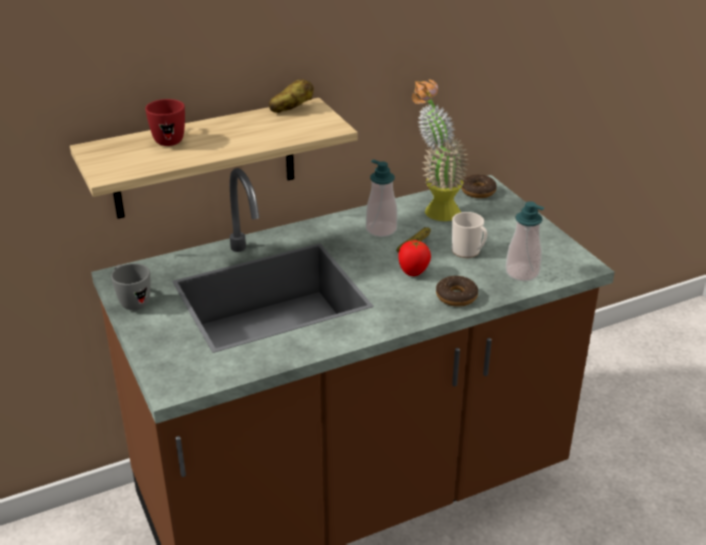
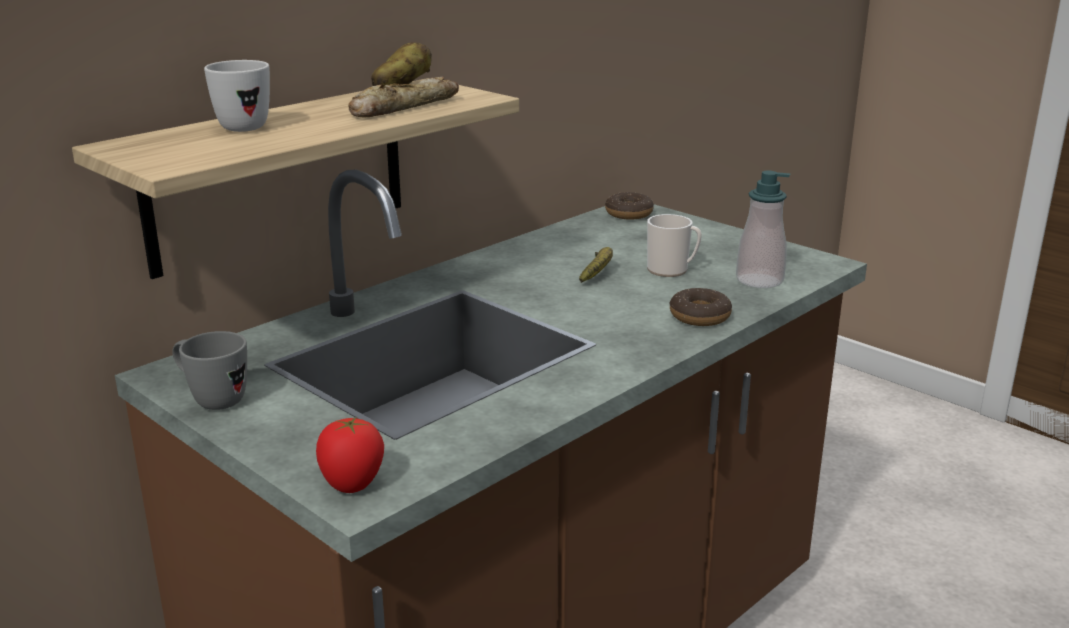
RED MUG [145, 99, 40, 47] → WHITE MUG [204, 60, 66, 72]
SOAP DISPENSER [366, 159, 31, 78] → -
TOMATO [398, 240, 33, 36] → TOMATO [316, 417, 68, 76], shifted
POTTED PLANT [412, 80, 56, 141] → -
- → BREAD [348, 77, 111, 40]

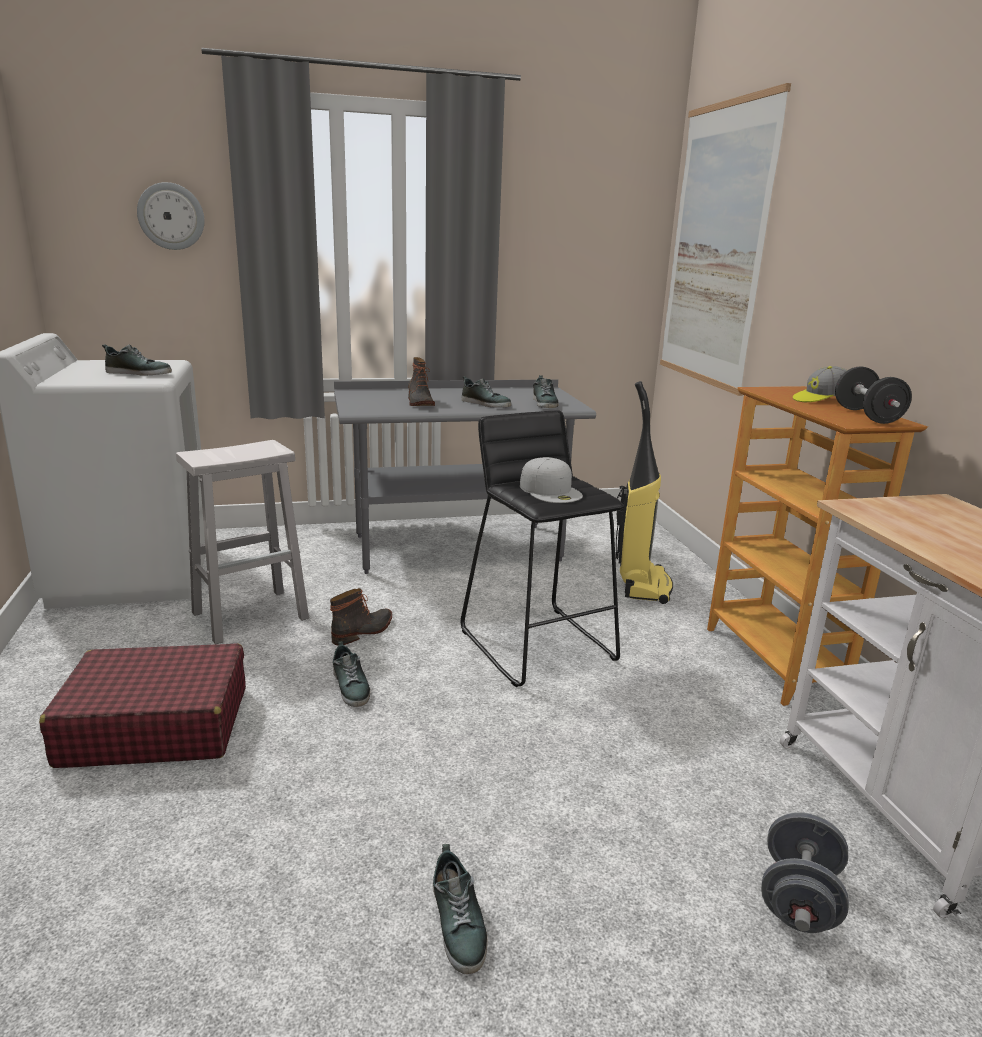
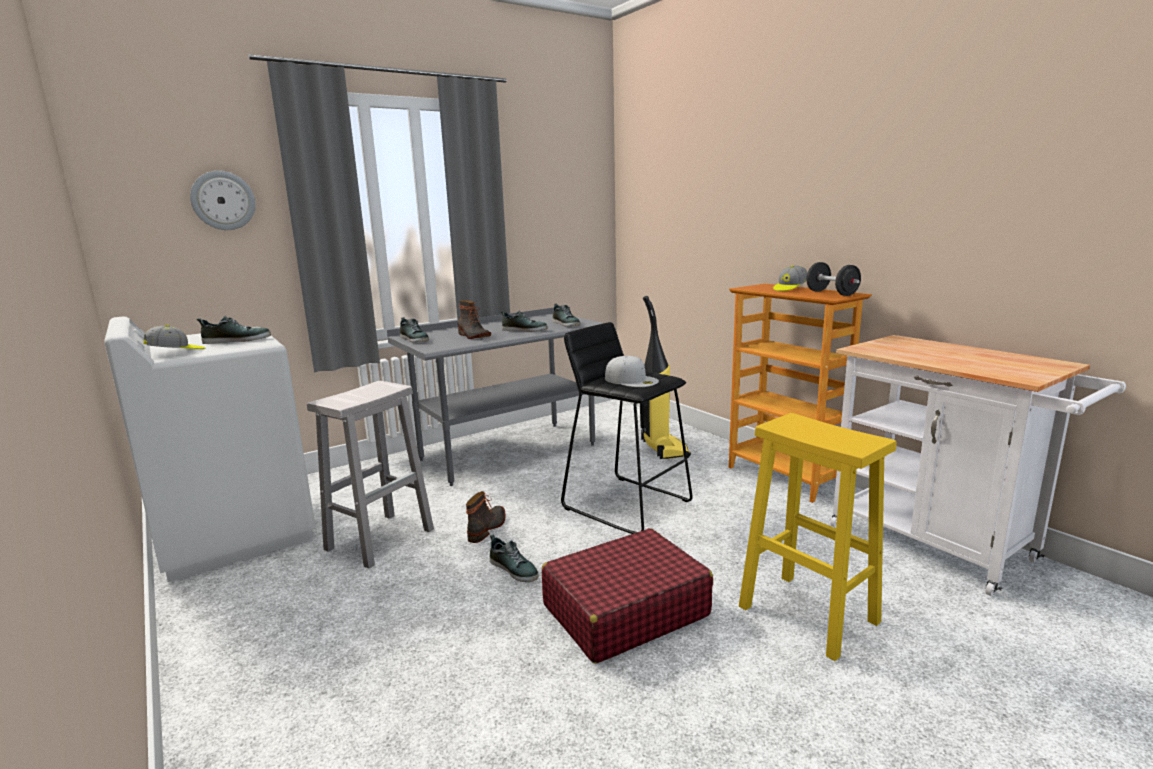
RED SUITCASE [39, 643, 207, 125] → RED SUITCASE [542, 528, 171, 135], shifted
SHOE [433, 844, 54, 130] → SHOE [400, 317, 29, 25], shifted
PICTURE [660, 83, 131, 313] → -
GREY DUMBBELL [761, 812, 88, 121] → -
- → CAP [143, 325, 62, 24]
- → YELLOW STOOL [739, 413, 158, 248]

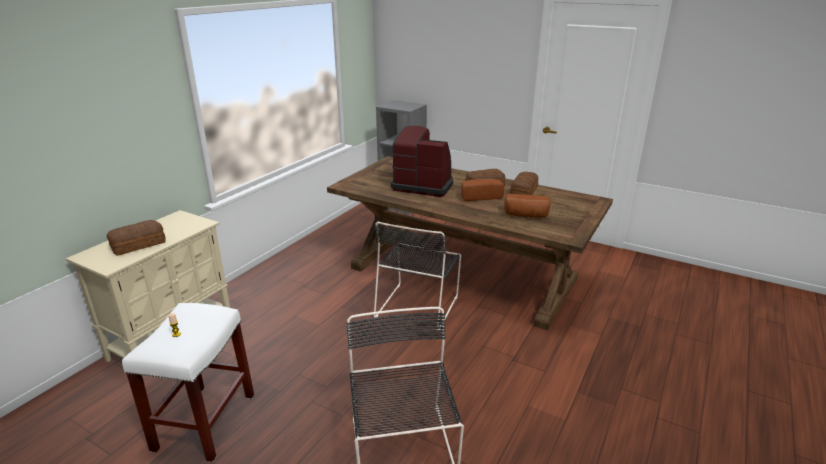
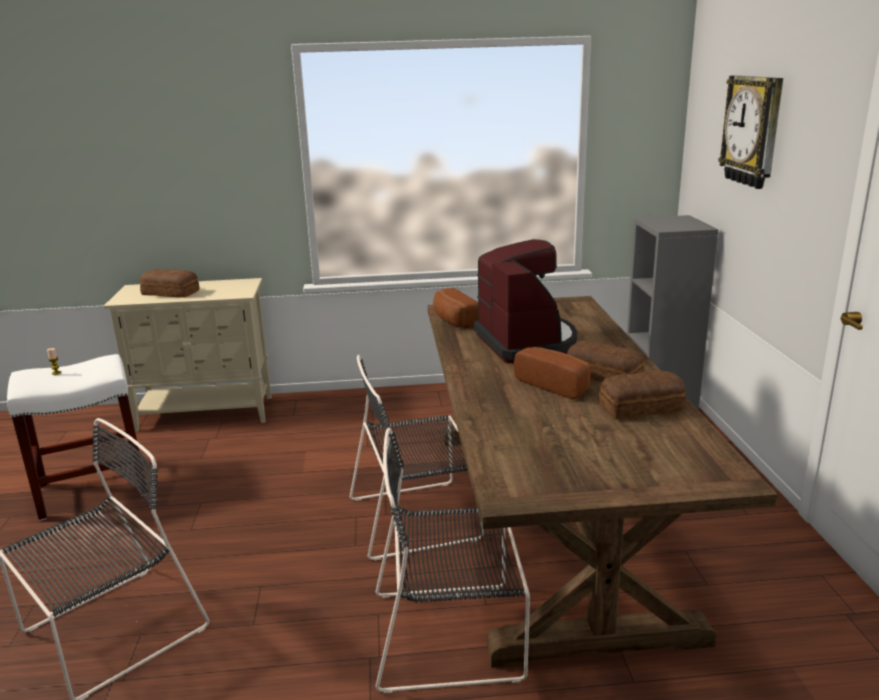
BREAD [504, 194, 46, 24] → BREAD [433, 288, 45, 40], shifted
- → BLACK CHAIR [375, 428, 155, 266]
- → WALL CLOCK [718, 75, 65, 114]

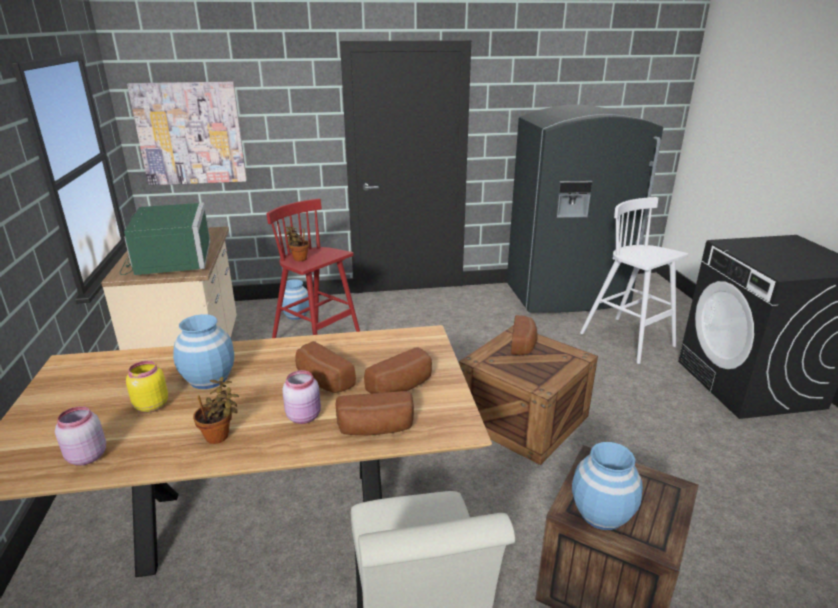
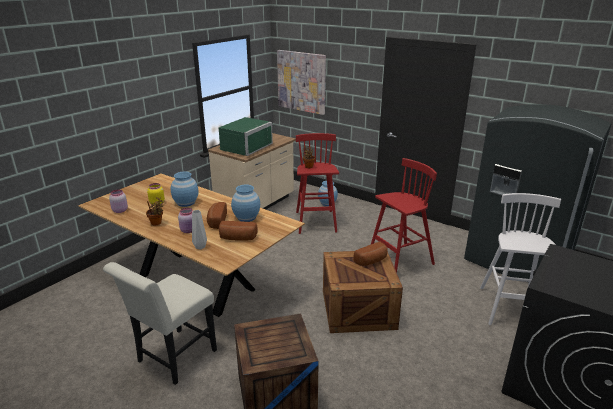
BREAD [336, 391, 78, 44] → GREY VASE [192, 210, 15, 40]
BLUE VASE [572, 442, 71, 88] → BLUE VASE [231, 185, 29, 37], shifted
- → RED STOOL [371, 158, 66, 115]

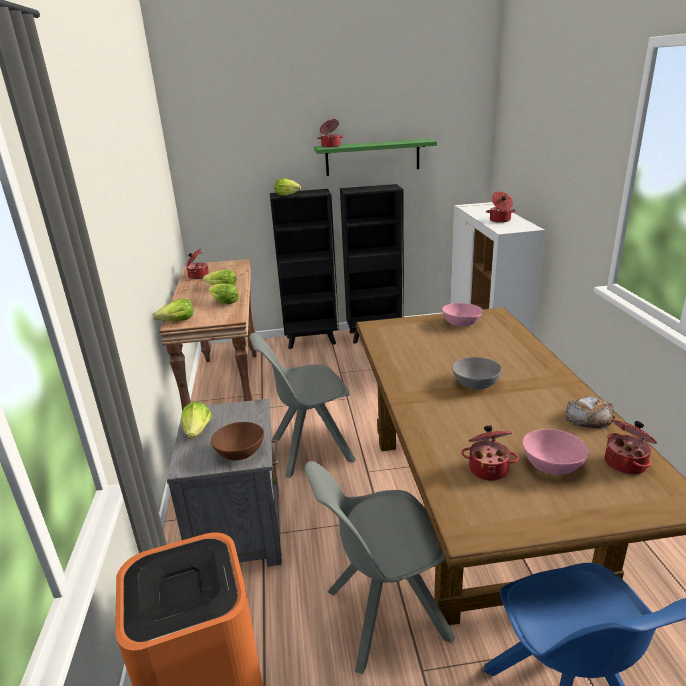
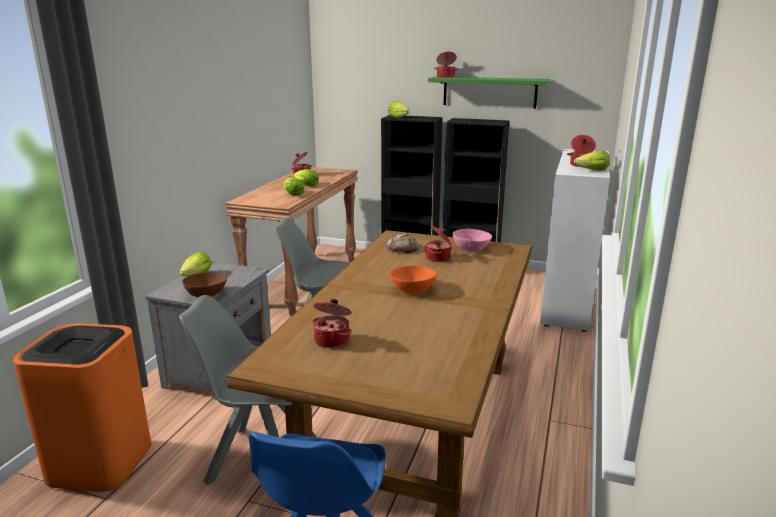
LETTUCE [153, 298, 40, 23] → LETTUCE [574, 151, 36, 20], shifted
GREY BOWL [452, 357, 50, 32] → ORANGE BOWL [390, 265, 47, 28]
PINK BOWL [522, 429, 67, 46] → -
BREAD [566, 396, 49, 33] → BREAD [386, 234, 34, 20], shifted
COOKING POT [605, 420, 52, 55] → COOKING POT [425, 225, 26, 37], shifted

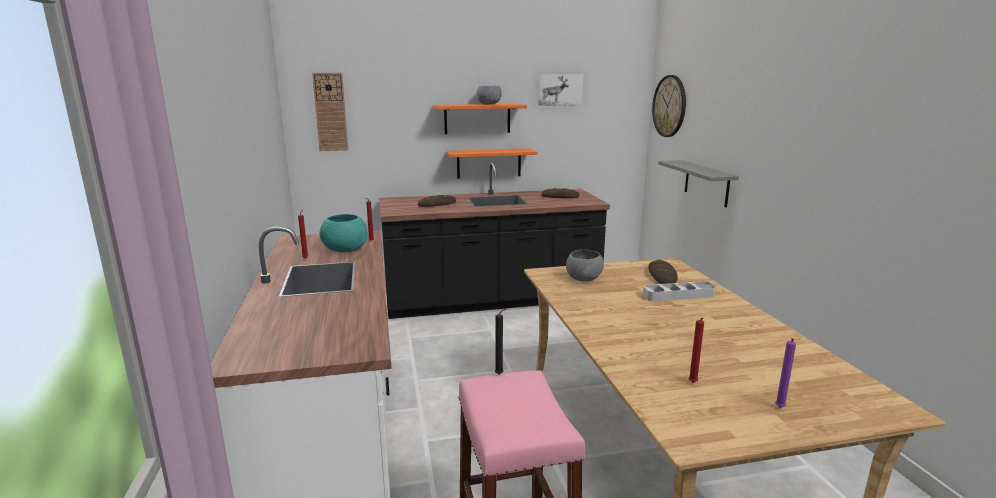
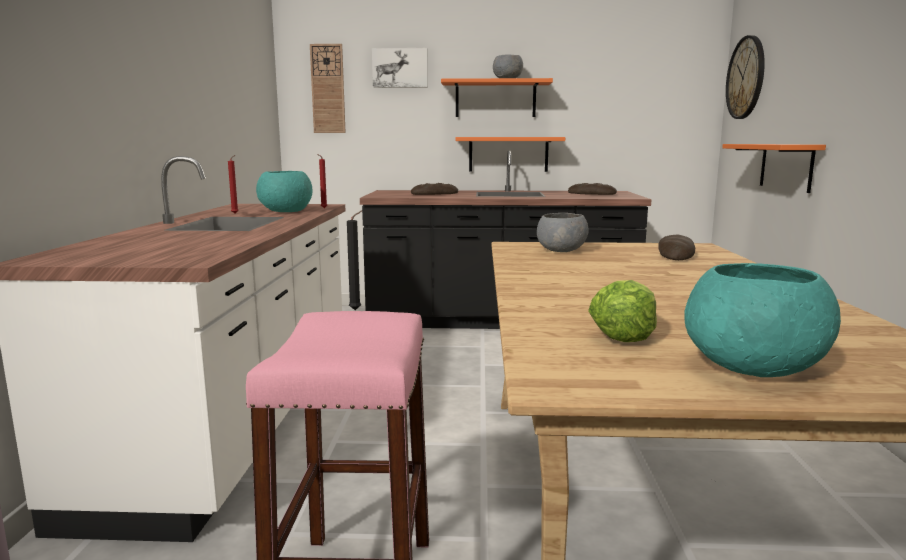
PICTURE [538, 74, 45, 32] → PICTURE [372, 48, 56, 40], shifted
GREY TRAY [643, 281, 73, 20] → -
GREY SHELF [658, 160, 81, 47] → ORANGE SHELF [722, 144, 104, 49]
RED CANDLE [688, 317, 16, 66] → LETTUCE [588, 280, 69, 62]
PURPLE CANDLE [775, 338, 21, 70] → TURQUOISE BOWL [684, 263, 157, 114]

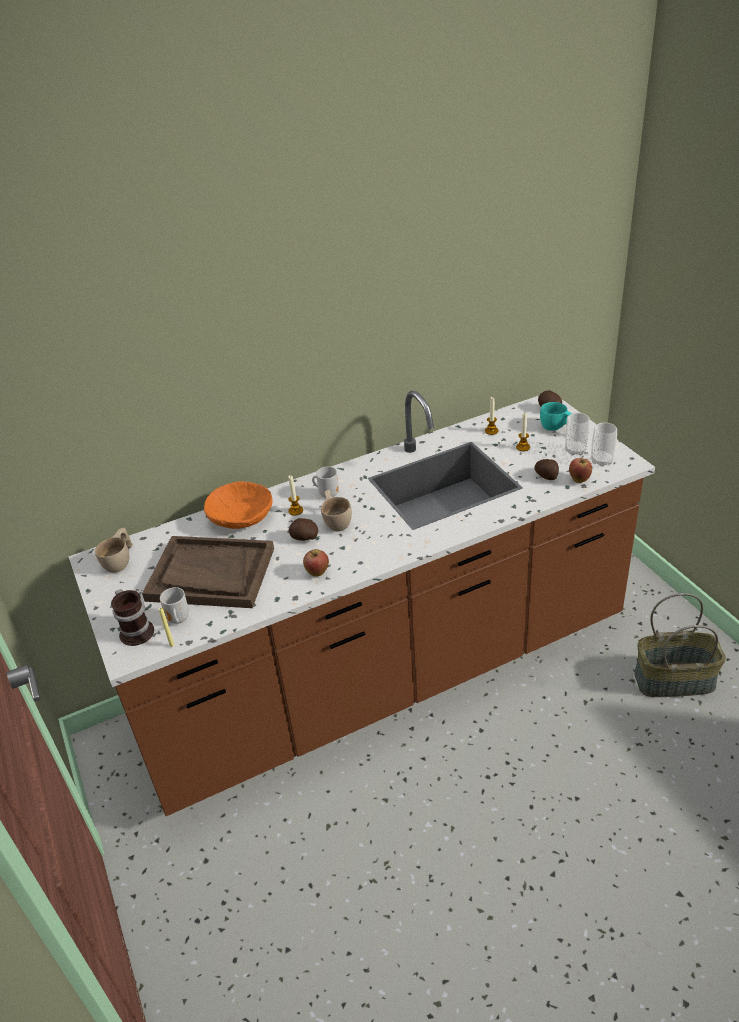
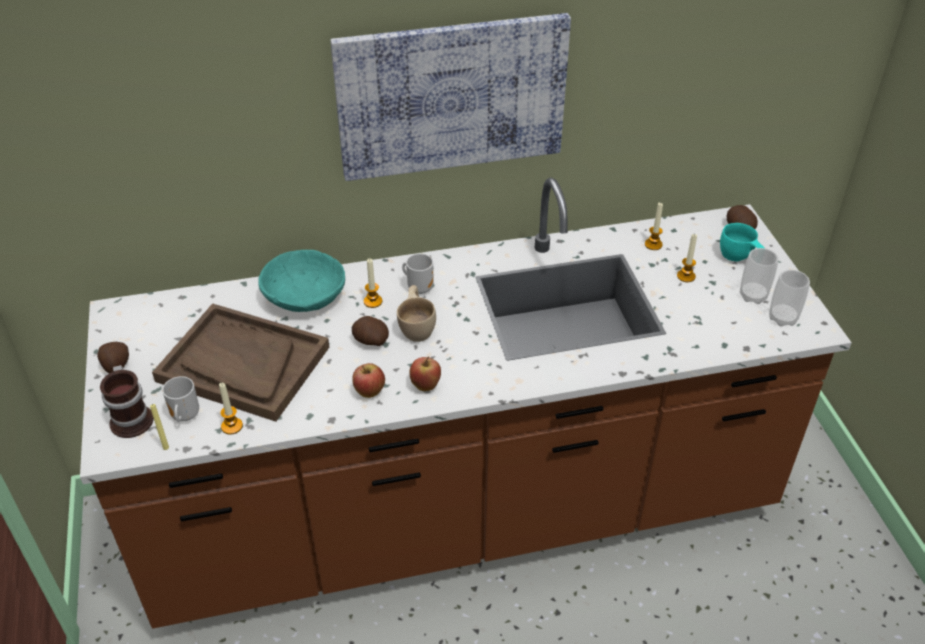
BEIGE CUP [95, 528, 38, 45] → -
ORANGE BOWL [204, 481, 69, 48] → TURQUOISE BOWL [258, 250, 87, 62]
POTATO [534, 459, 25, 21] → POTATO [97, 342, 32, 31], shifted
APPLE [569, 456, 23, 27] → APPLE [410, 356, 31, 35], shifted
BASKET [634, 593, 92, 104] → -
- → CANDLE [219, 383, 24, 51]
- → PICTURE [330, 13, 241, 168]

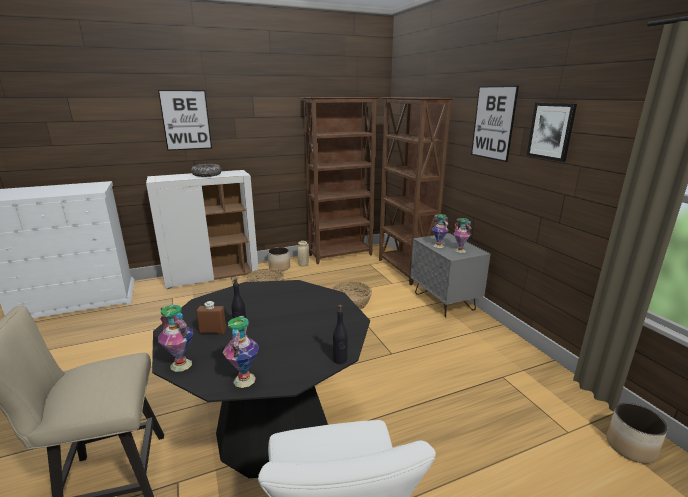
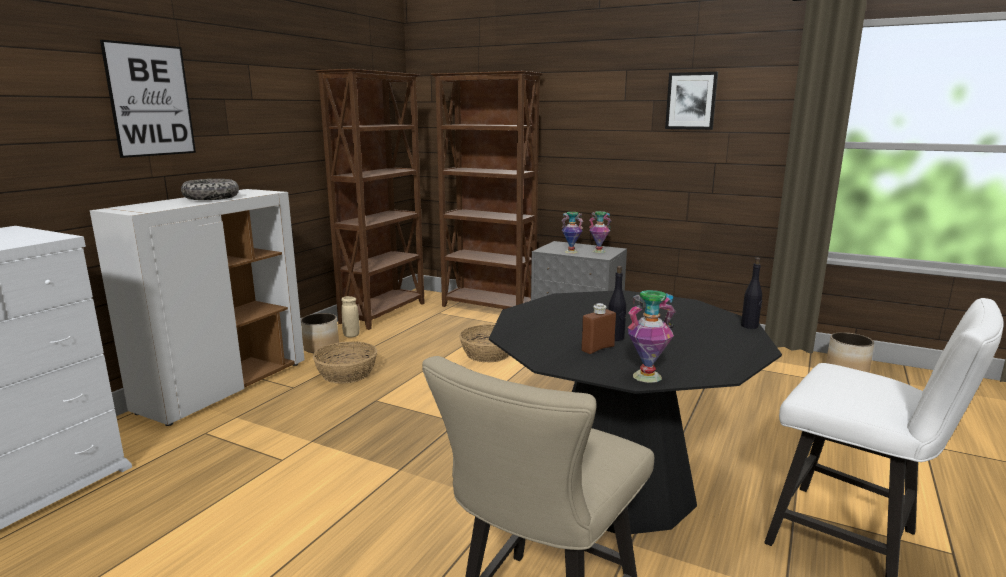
VASE [223, 316, 36, 72] → -
PICTURE [471, 85, 48, 77] → -

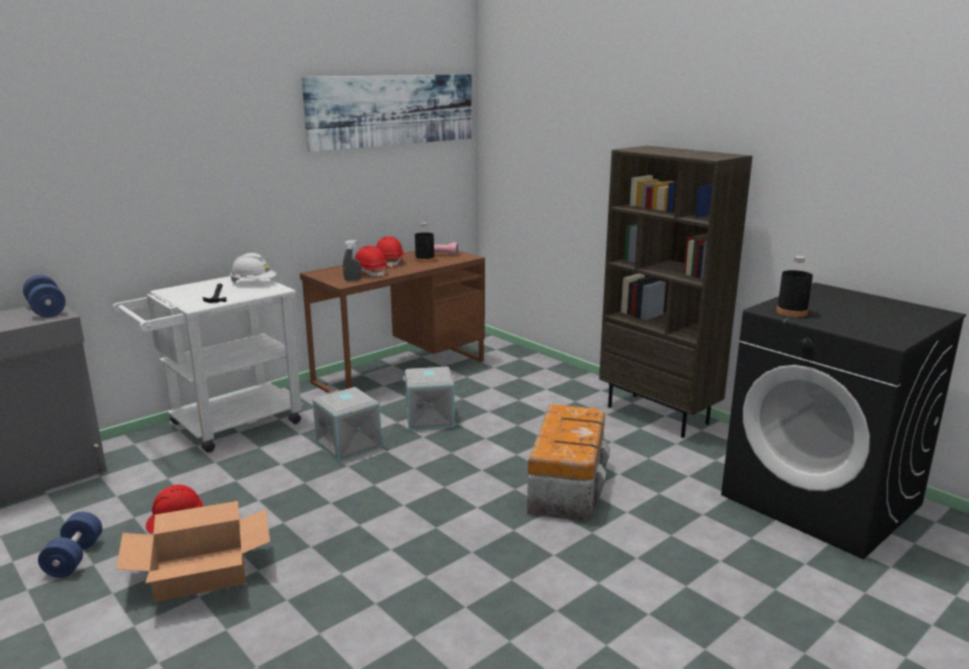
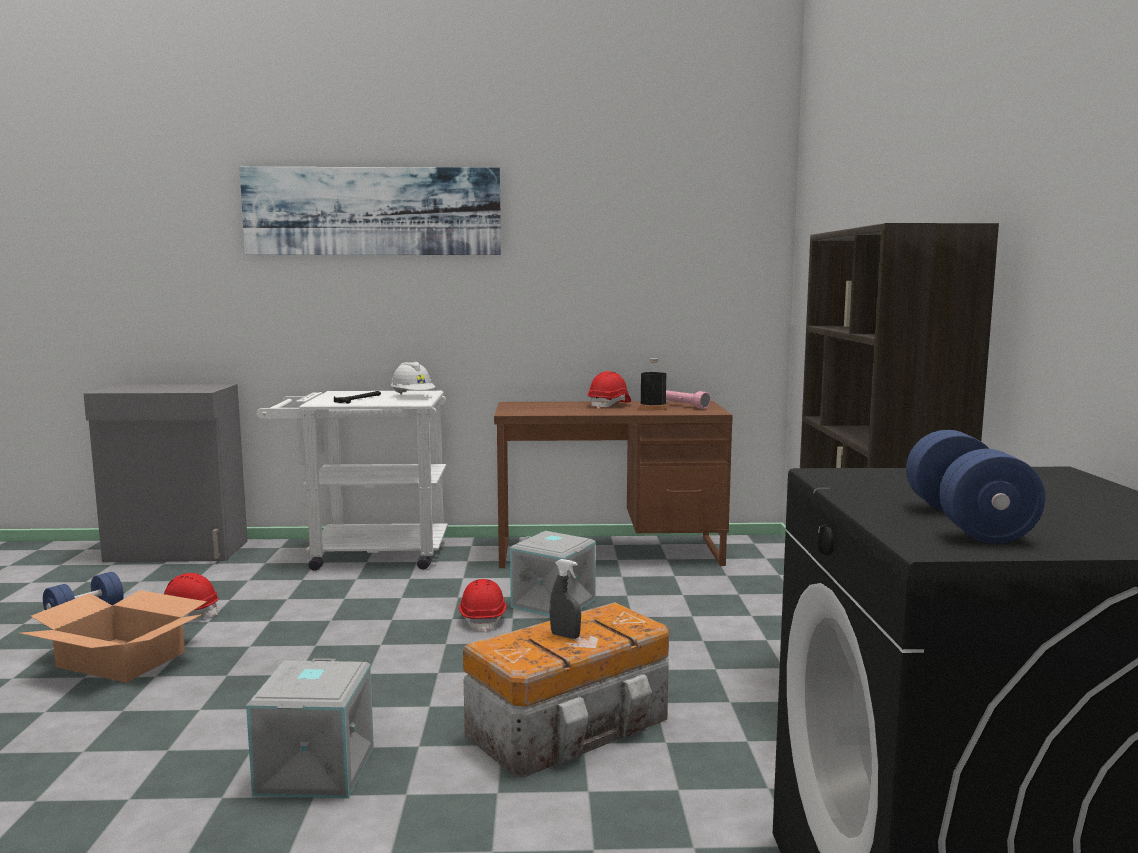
BLUE DUMBBELL [23, 275, 43, 42] → BLUE DUMBBELL [906, 430, 139, 113], shifted
PICTURE [302, 74, 170, 78] → PICTURE [239, 167, 262, 88], shifted
GREY STORAGE BOX [312, 387, 70, 75] → GREY STORAGE BOX [246, 658, 128, 140], shifted
GREY SPRAY BOTTLE [343, 240, 18, 41] → GREY SPRAY BOTTLE [549, 559, 32, 80], shifted
RED HARD HAT [355, 246, 33, 31] → RED HARD HAT [459, 579, 48, 53], shifted
BLACK BOTTLE [776, 256, 37, 61] → -

